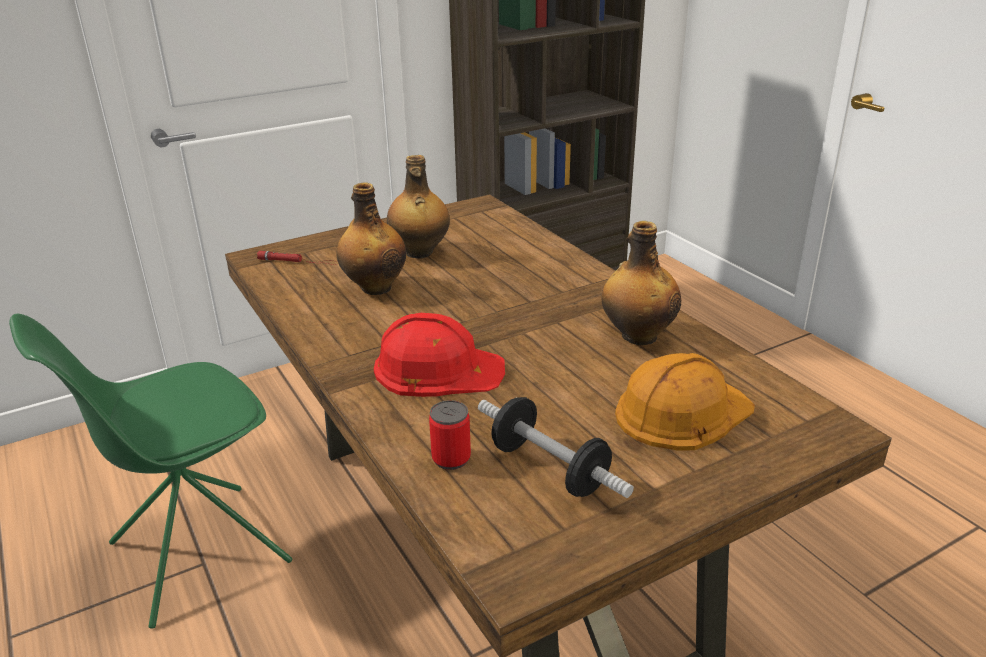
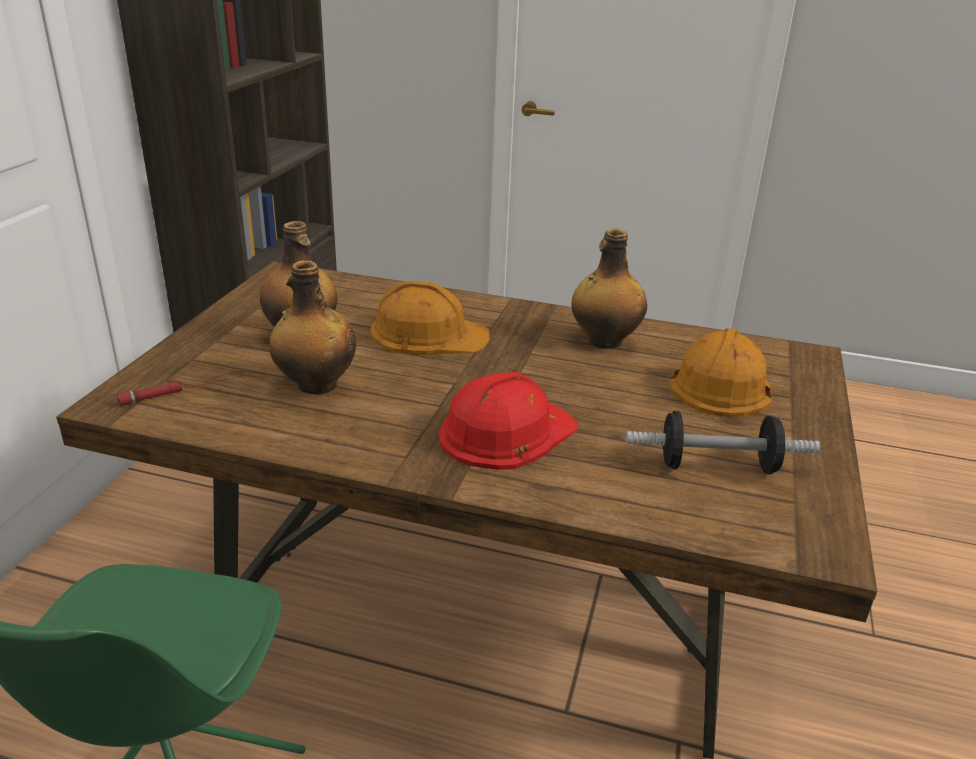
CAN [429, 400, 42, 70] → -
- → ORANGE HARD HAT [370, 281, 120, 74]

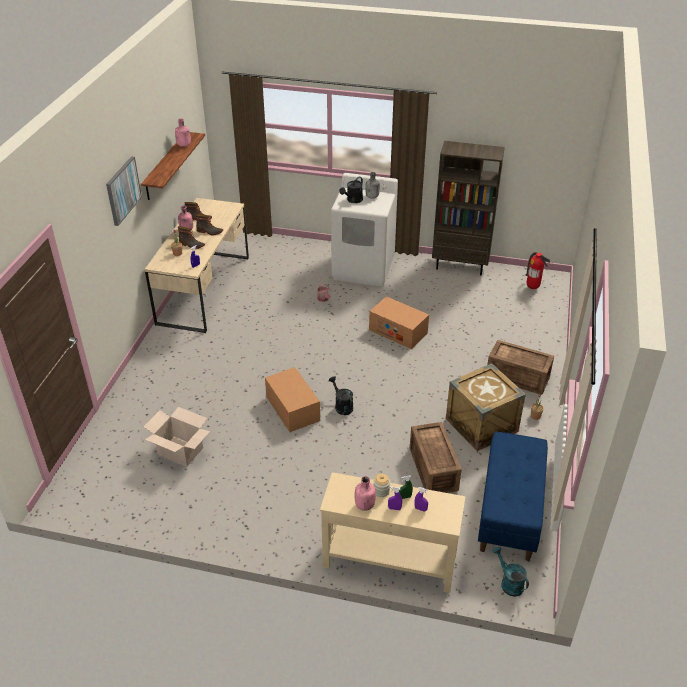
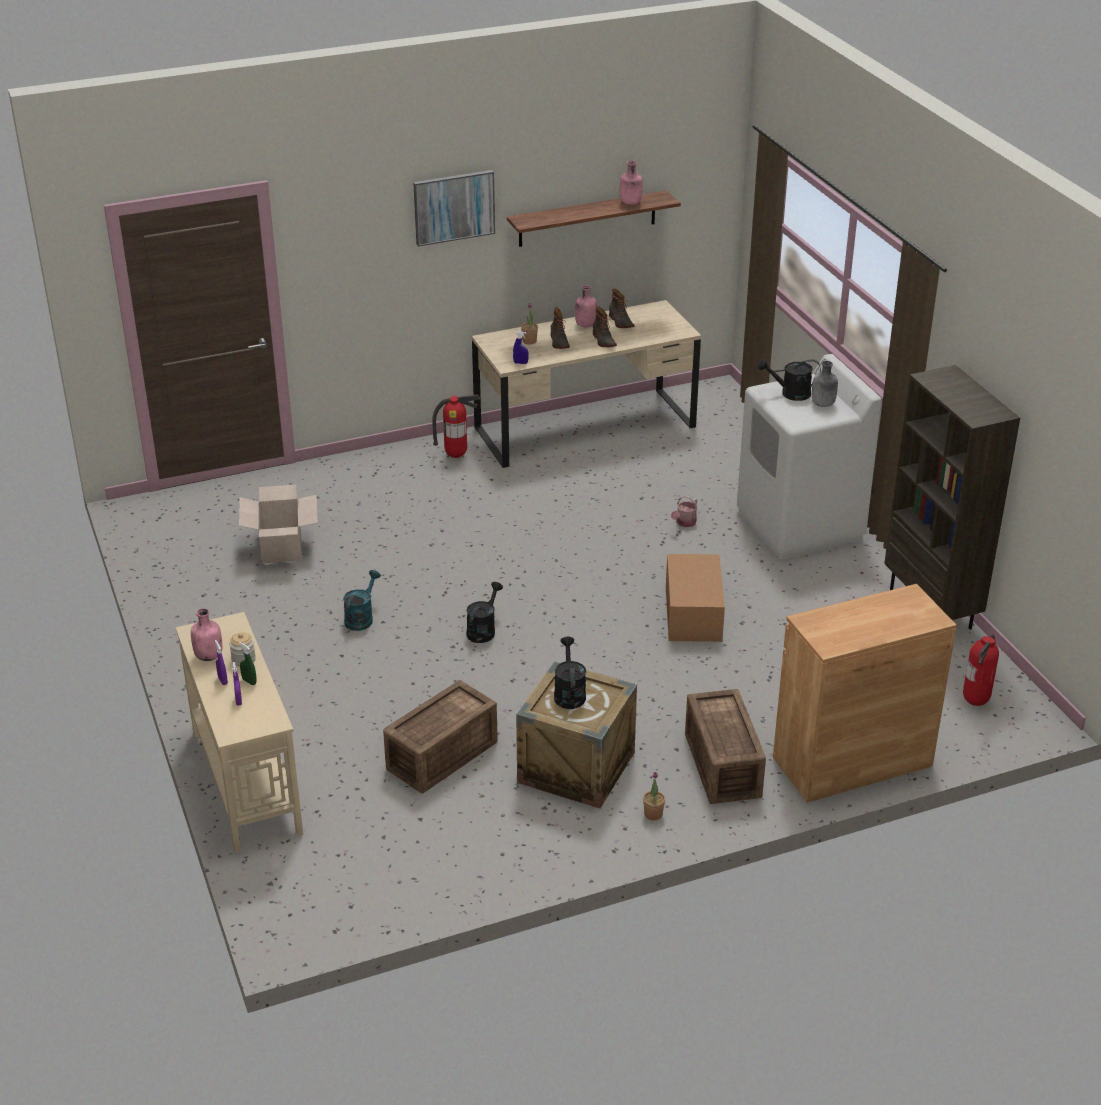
CARDBOARD BOX [265, 367, 55, 65] → -
BLUE BENCH [478, 431, 70, 130] → -
TURQUOISE WATERING CAN [493, 547, 36, 50] → TURQUOISE WATERING CAN [343, 570, 38, 61], shifted
- → FIRE EXTINGUISHER [432, 394, 48, 64]
- → BLACK WATERING CAN [554, 637, 32, 72]
- → BROWN CABINET [773, 584, 184, 219]

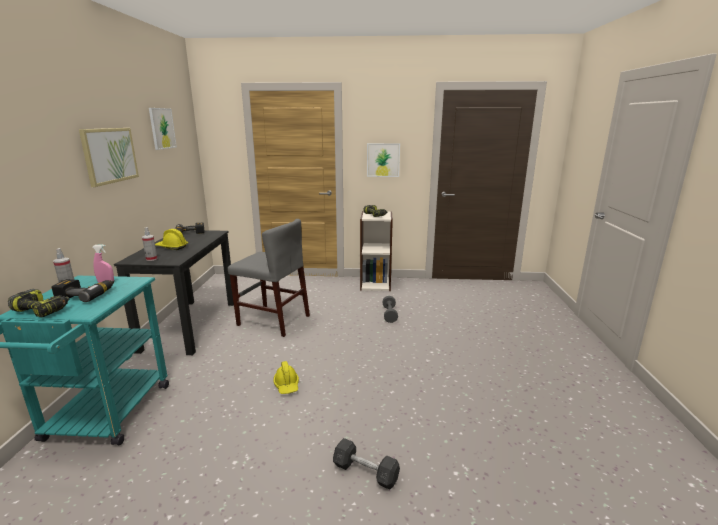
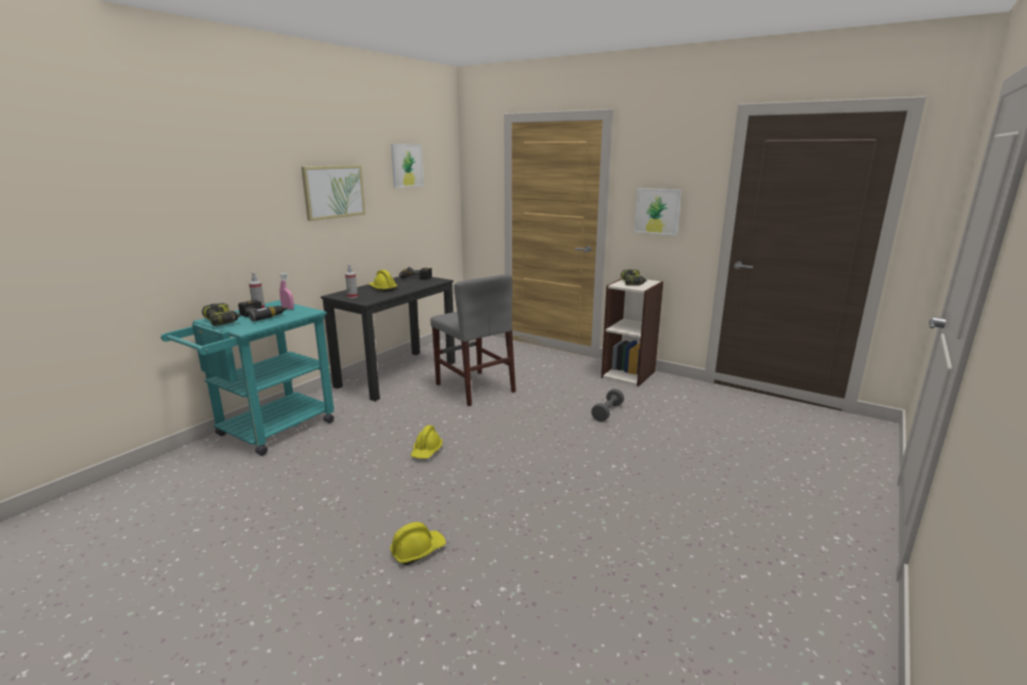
GREY DUMBBELL [333, 438, 67, 52] → YELLOW HARD HAT [390, 522, 56, 43]

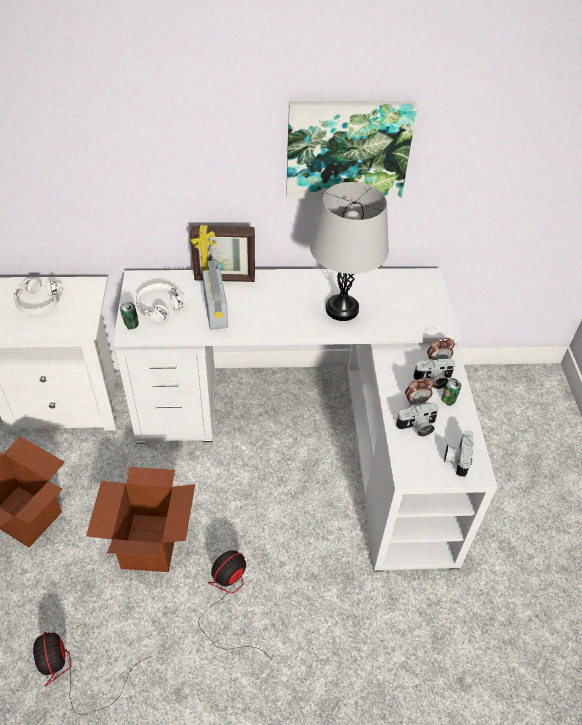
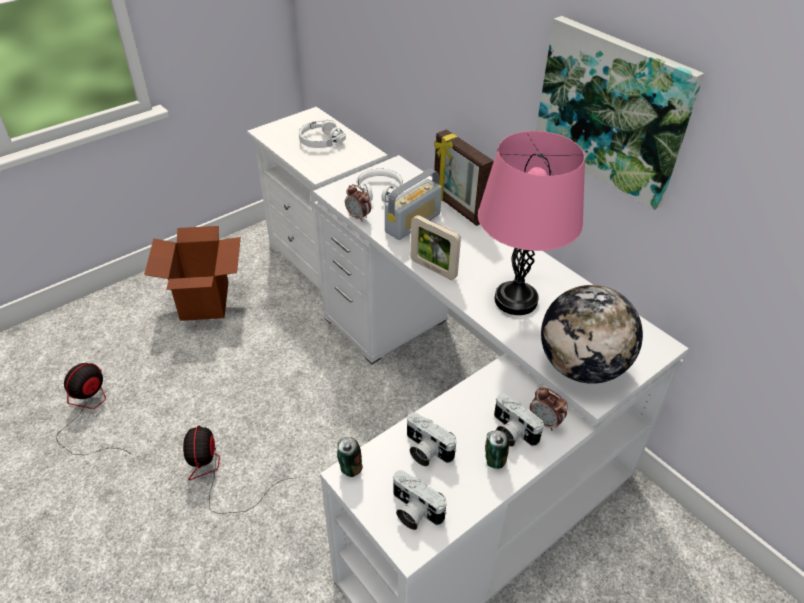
CARDBOARD BOX [86, 467, 109, 105] → -
CAN [120, 302, 19, 27] → CAN [337, 437, 26, 40], shifted
FAN [198, 550, 74, 110] → FAN [183, 426, 109, 88], 105 degrees counterclockwise
GREY TABLE LAMP [310, 182, 79, 139] → PINK TABLE LAMP [478, 131, 107, 184]
ALARM CLOCK [405, 378, 29, 28] → ALARM CLOCK [345, 184, 26, 38], shifted
PHOTO CAMERA [444, 430, 30, 47] → PHOTO CAMERA [393, 470, 54, 60], 120 degrees counterclockwise
- → PICTURE FRAME [410, 215, 51, 65]
- → GLOBE [541, 285, 102, 99]

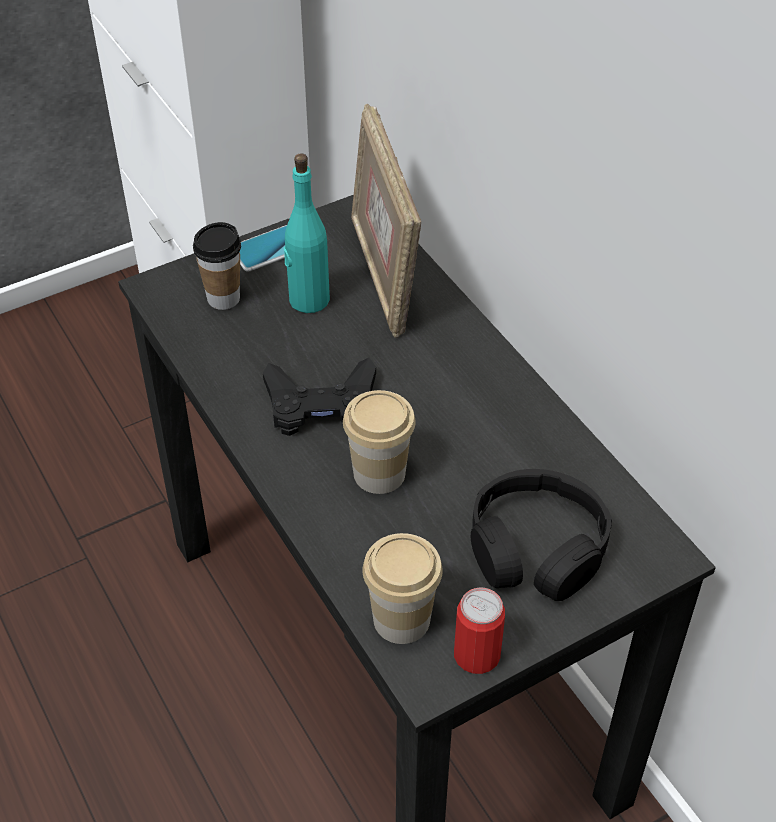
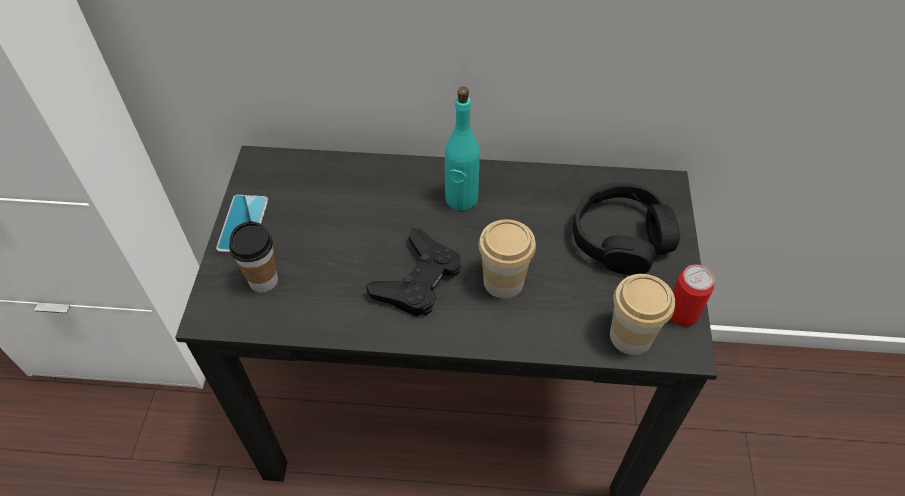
TURQUOISE BOTTLE [284, 153, 46, 160] → TURQUOISE BOTTLE [445, 87, 35, 124], shifted
PICTURE FRAME [351, 104, 70, 234] → -

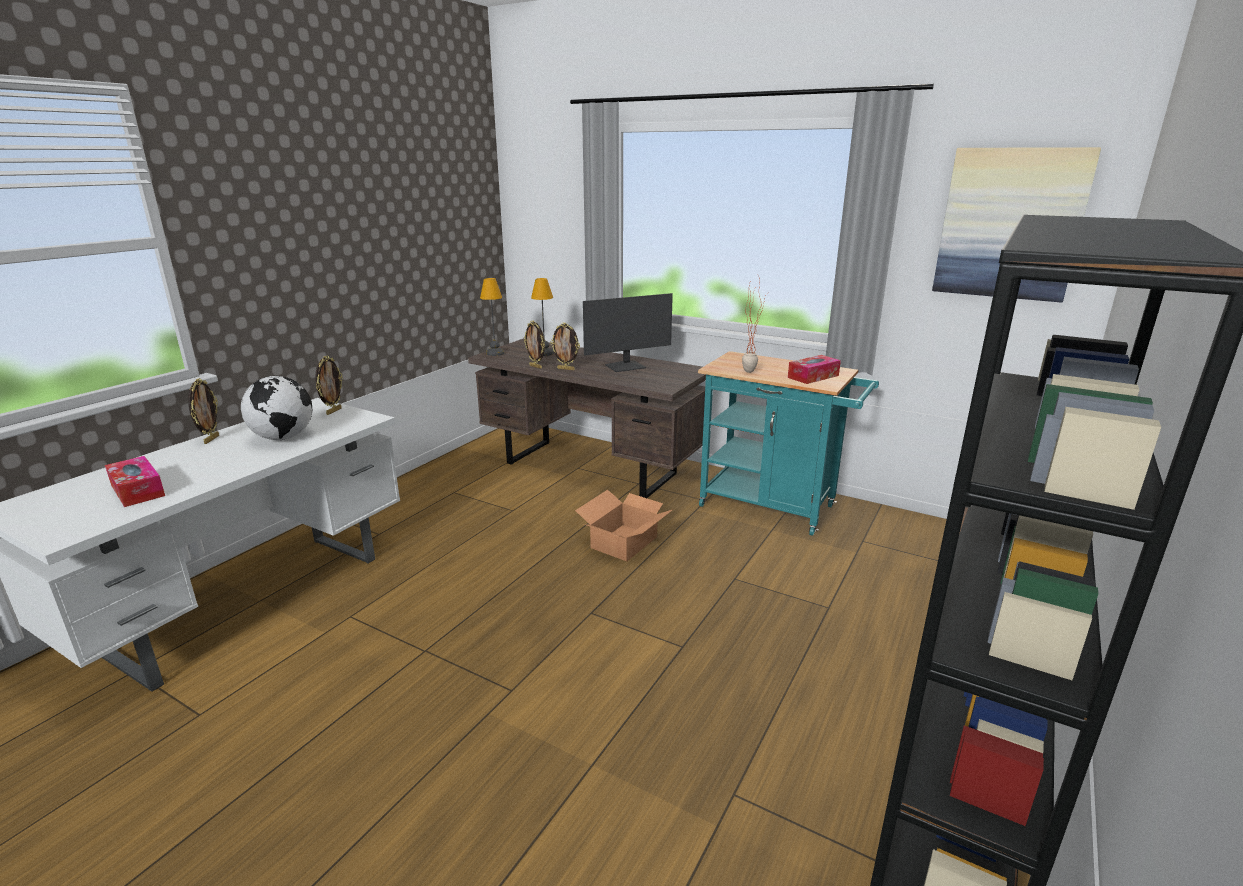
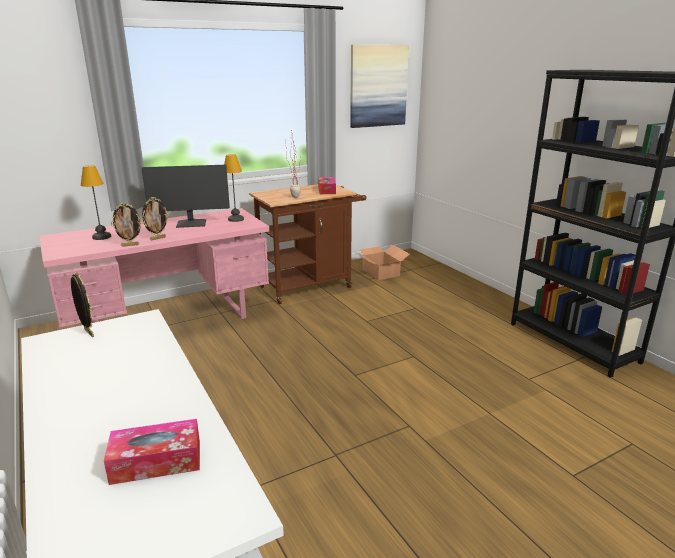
PICTURE FRAME [188, 378, 31, 66] → -
GLOBE [241, 376, 71, 64] → -
BROWN DESK [468, 338, 238, 160] → PINK DESK [39, 208, 230, 120]
TABLE LAMP [480, 278, 24, 78] → TABLE LAMP [224, 154, 20, 68], shifted
CARDBOARD BOX [575, 490, 97, 71] → CARDBOARD BOX [355, 245, 55, 35], shifted
MONITOR [583, 293, 90, 79] → MONITOR [141, 165, 89, 63], 75 degrees clockwise
TURQUOISE CART [698, 351, 181, 185] → BROWN CART [249, 184, 117, 120]

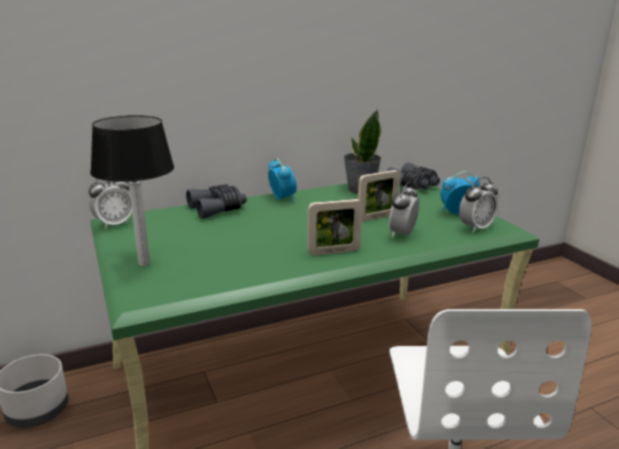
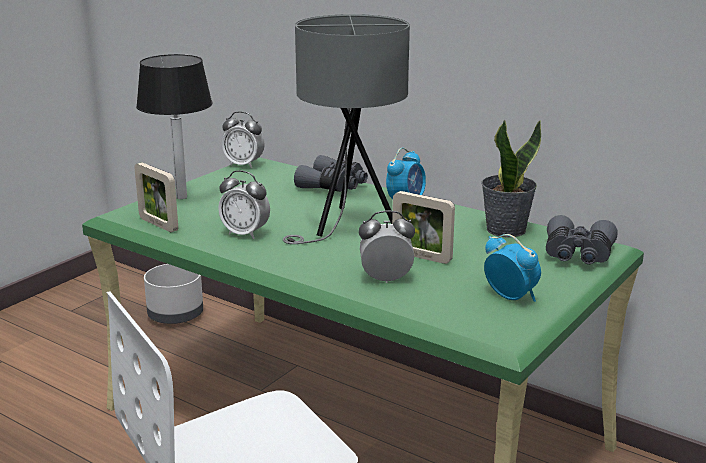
PICTURE FRAME [307, 199, 56, 57] → PICTURE FRAME [134, 162, 44, 70], shifted
ALARM CLOCK [459, 177, 39, 56] → ALARM CLOCK [218, 170, 52, 69], shifted
- → GREY TABLE LAMP [283, 14, 127, 230]

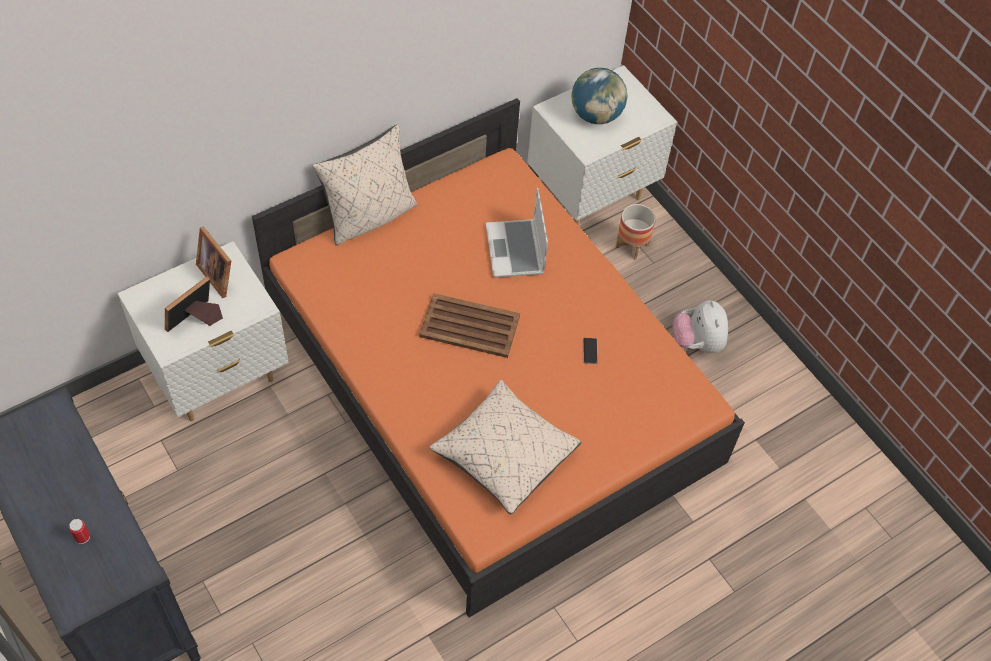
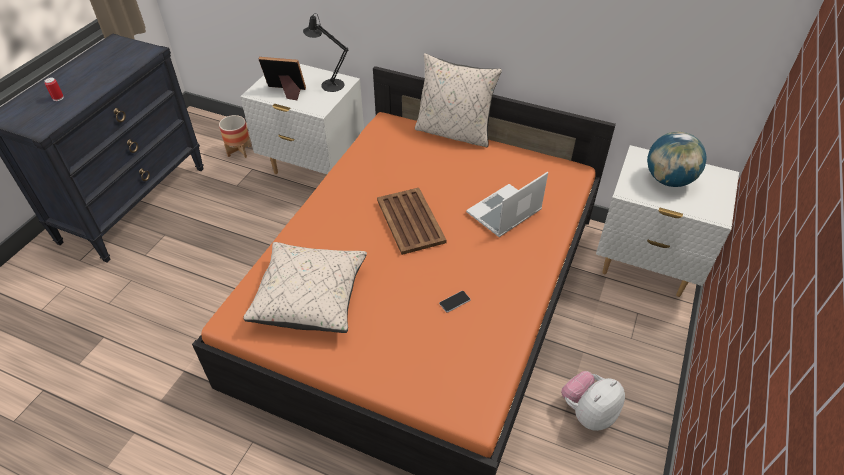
PICTURE FRAME [196, 226, 35, 72] → BLACK TABLE LAMP [303, 13, 45, 79]
PLANTER [615, 204, 41, 56] → PLANTER [219, 115, 32, 43], shifted

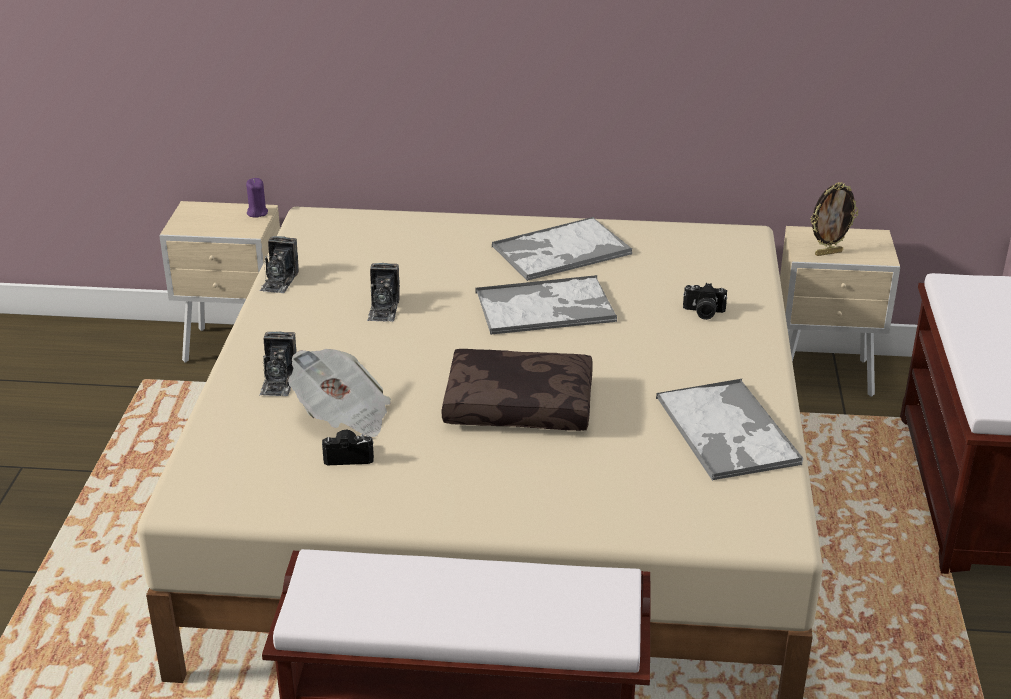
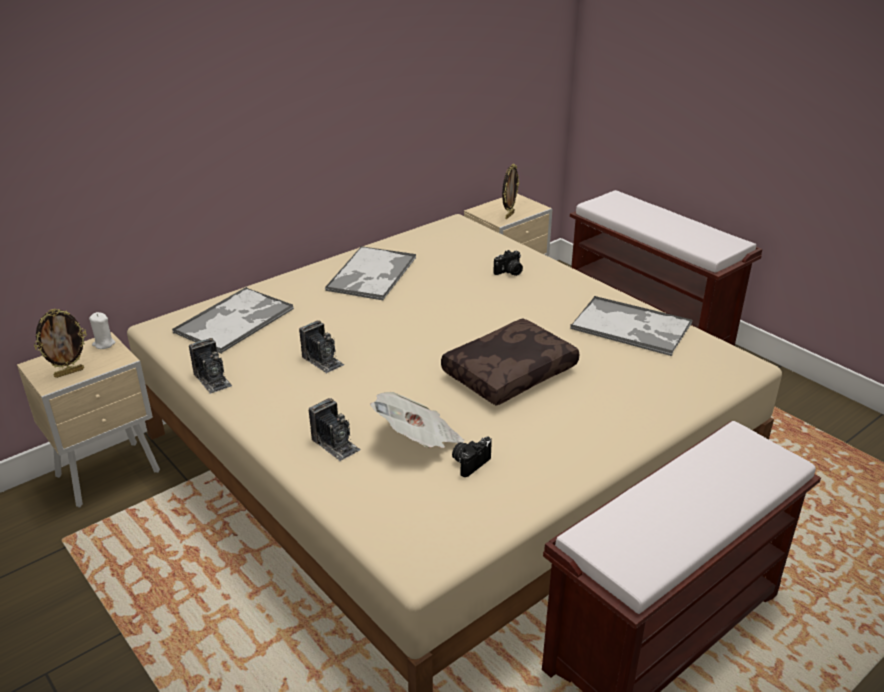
PURPLE CANDLE [246, 178, 22, 40] → WHITE CANDLE [89, 312, 27, 37]
TRAY [475, 275, 142, 60] → TRAY [172, 287, 122, 67], shifted
- → PICTURE FRAME [34, 309, 53, 69]

